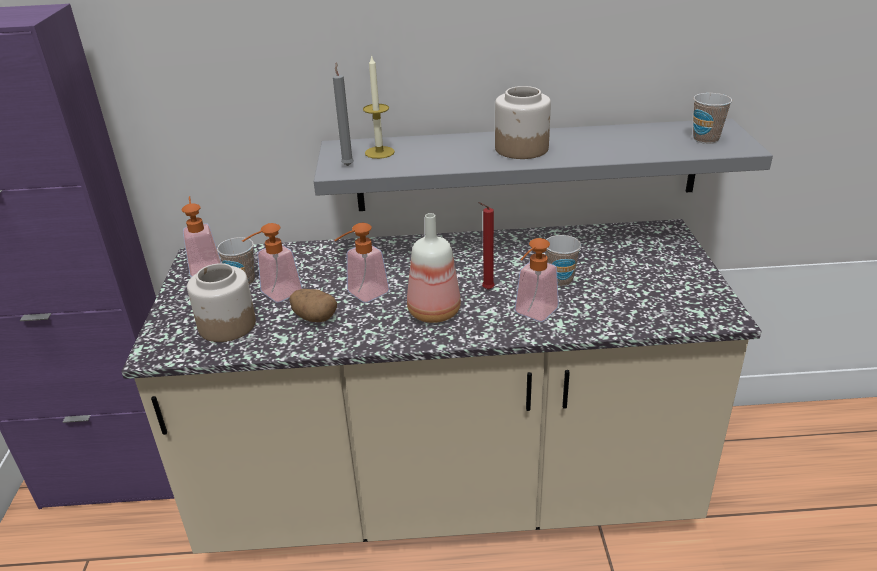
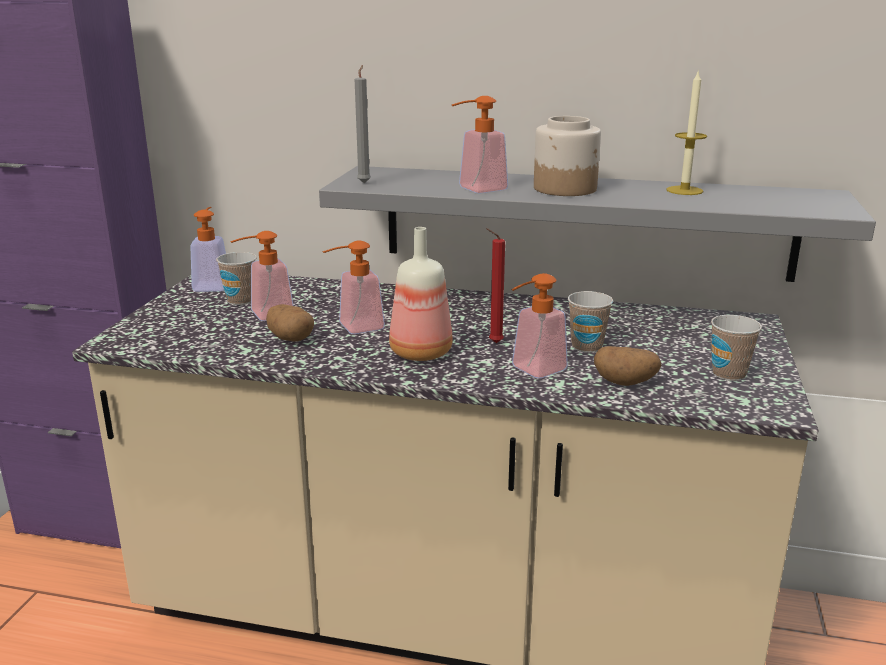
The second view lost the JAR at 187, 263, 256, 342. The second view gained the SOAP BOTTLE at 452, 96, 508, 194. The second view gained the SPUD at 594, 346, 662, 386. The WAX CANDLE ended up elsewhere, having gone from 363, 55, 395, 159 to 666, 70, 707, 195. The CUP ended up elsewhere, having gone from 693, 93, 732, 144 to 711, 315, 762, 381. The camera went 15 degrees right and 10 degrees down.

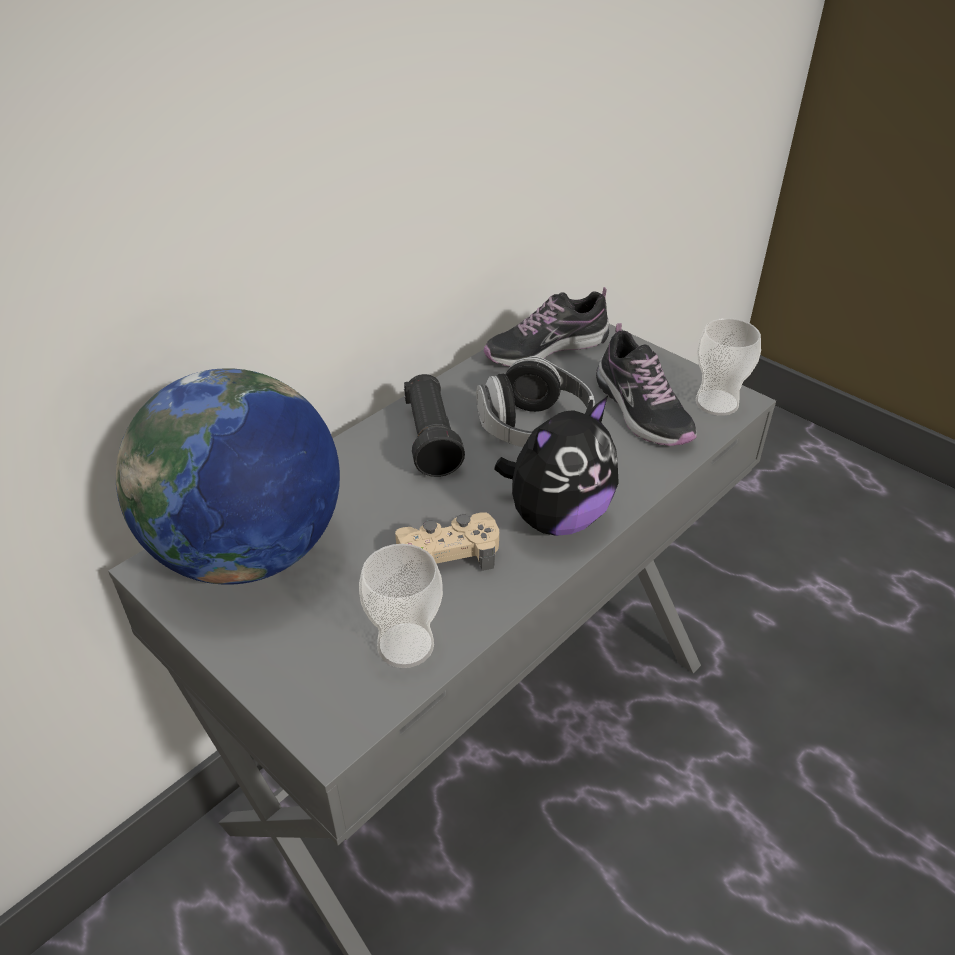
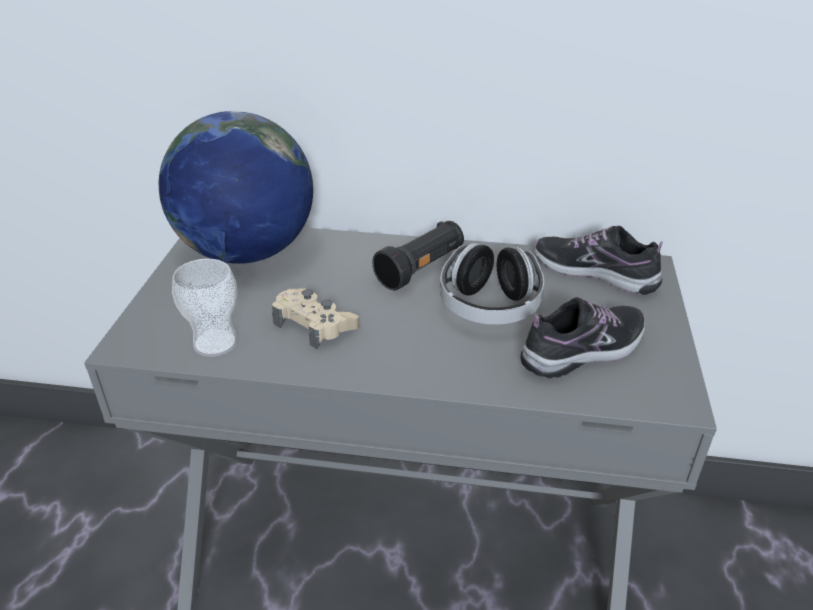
The second view lost the SOFT TOY at 494, 396, 619, 536. The second view lost the CUP at 696, 318, 761, 416. The ITEM OF FOOTWEAR at 596, 323, 697, 446 ended up facing another way, 150 degrees counterclockwise from before. The camera went 55 degrees right and 5 degrees down.

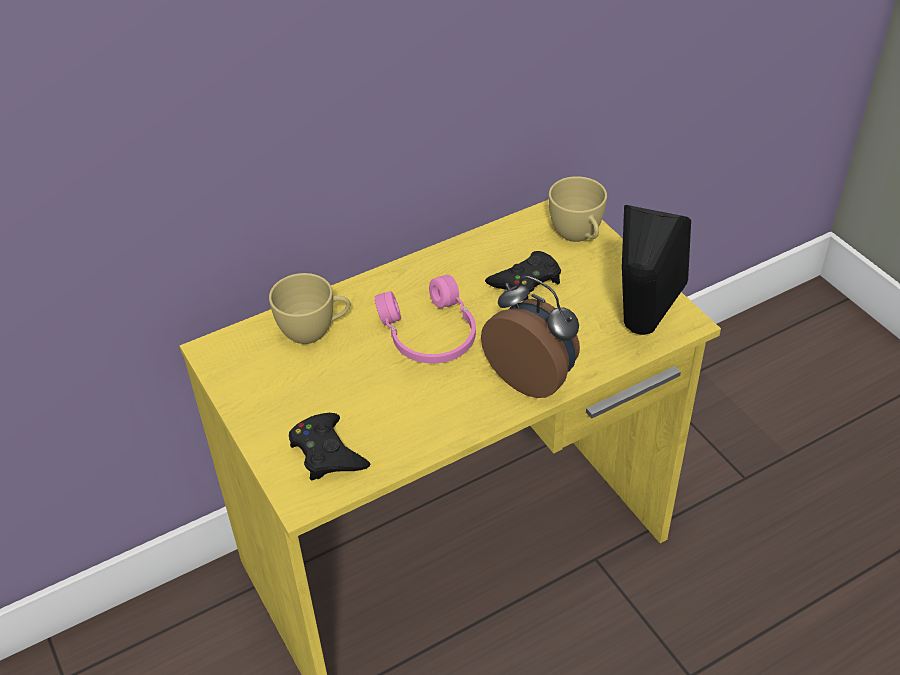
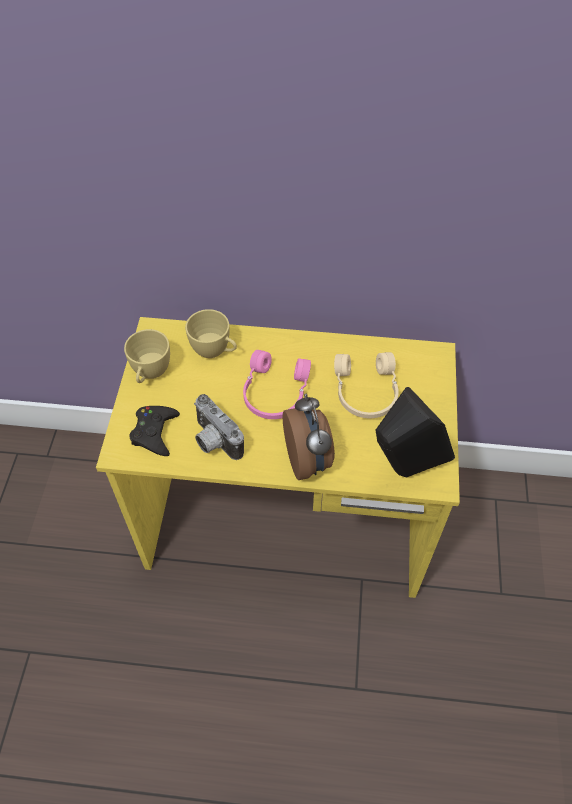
The second view gained the STILL CAMERA at 194, 394, 244, 460. The YELLOW-COLOURED CUP ended up elsewhere, having gone from 549, 176, 607, 242 to 124, 329, 170, 383. Where the BLACK JOYPAD stood at 485, 251, 561, 301, the SAND-COLOURED PAIR OF HEADPHONES came to stand at 334, 352, 399, 418. The camera went 35 degrees right and 10 degrees up.

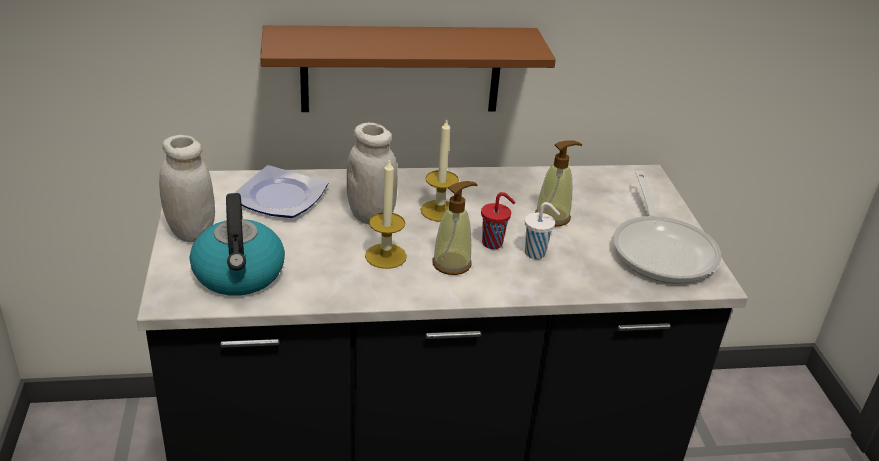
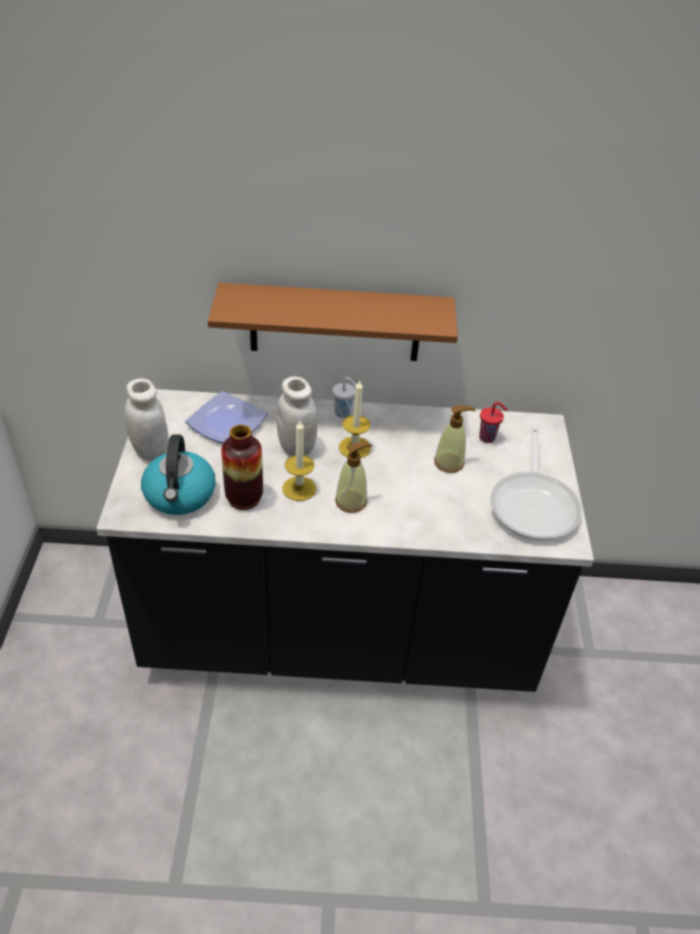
The second view gained the VASE at 221, 425, 263, 510. The RED CUP ended up elsewhere, having gone from 481, 192, 515, 249 to 479, 402, 508, 443. The WHITE-COLOURED CUP ended up elsewhere, having gone from 525, 202, 560, 259 to 332, 377, 356, 418. The camera went 10 degrees right and 10 degrees up.

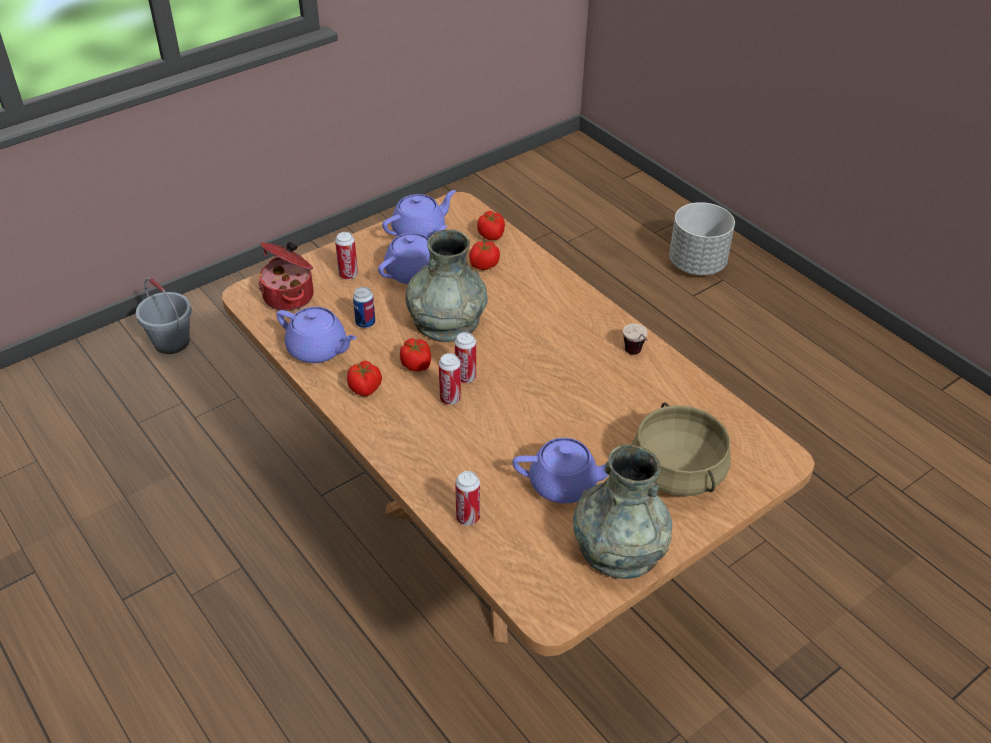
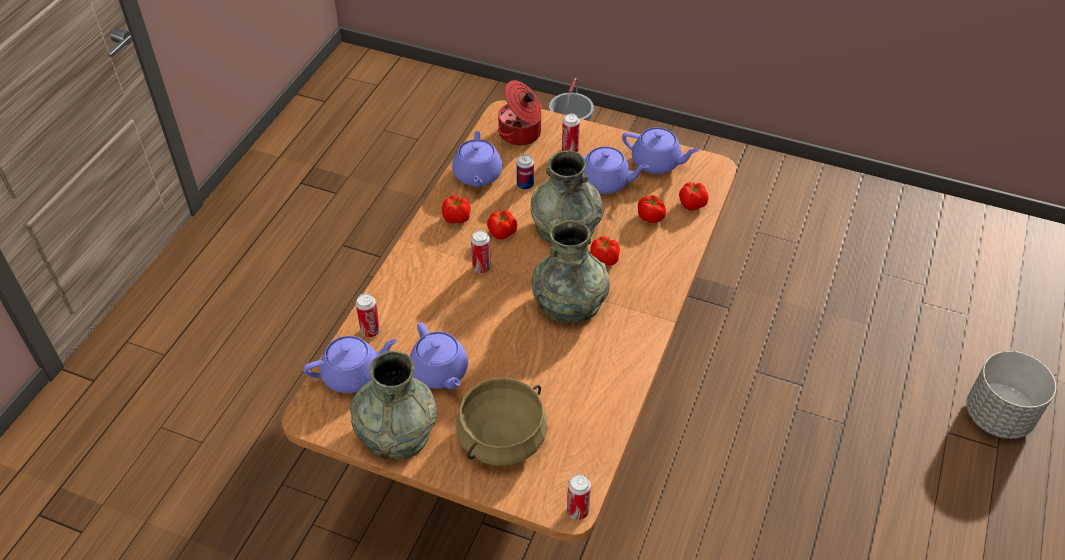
The second view lost the CUP at 623, 324, 648, 355. The second view gained the PURPLE TEAPOT at 303, 336, 397, 393. The second view gained the GREY VASE at 532, 220, 610, 323. The second view gained the TOMATO at 590, 236, 620, 266. The CAN ended up elsewhere, having gone from 455, 332, 476, 383 to 567, 474, 591, 520. The camera went 60 degrees right and 5 degrees up.

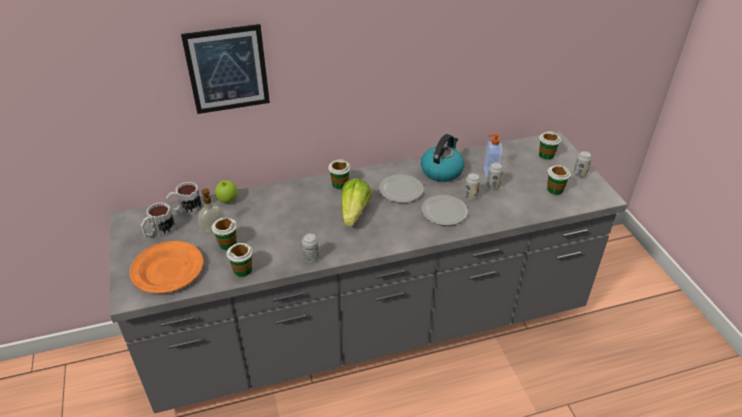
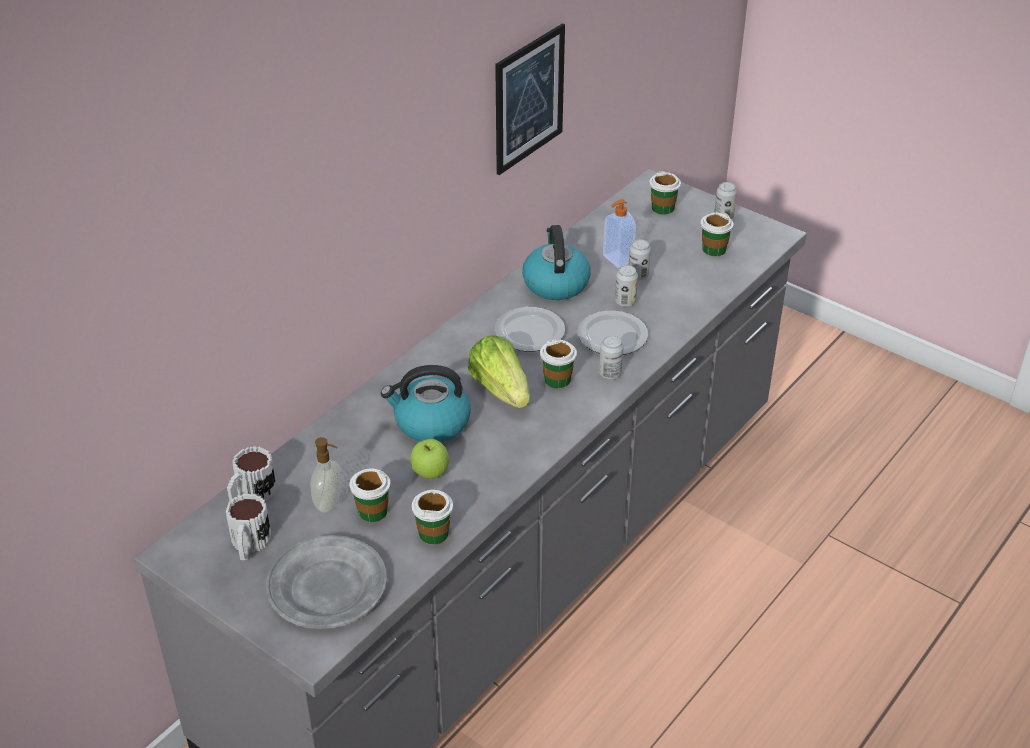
The second view gained the KETTLE at 381, 365, 471, 442. The WALL ART ended up elsewhere, having gone from 181, 24, 270, 114 to 495, 23, 565, 175. The APPLE FRUIT ended up elsewhere, having gone from 215, 180, 237, 203 to 410, 439, 449, 479. The CAN ended up elsewhere, having gone from 302, 233, 319, 263 to 599, 336, 624, 379. The CUP ended up elsewhere, having gone from 328, 159, 351, 189 to 540, 338, 577, 389. What was the ORANGEY FLAT DISH at 130, 241, 203, 294 turned into the GREY FLAT DISH at 266, 535, 387, 629. The camera went 35 degrees left and 0 degrees up.

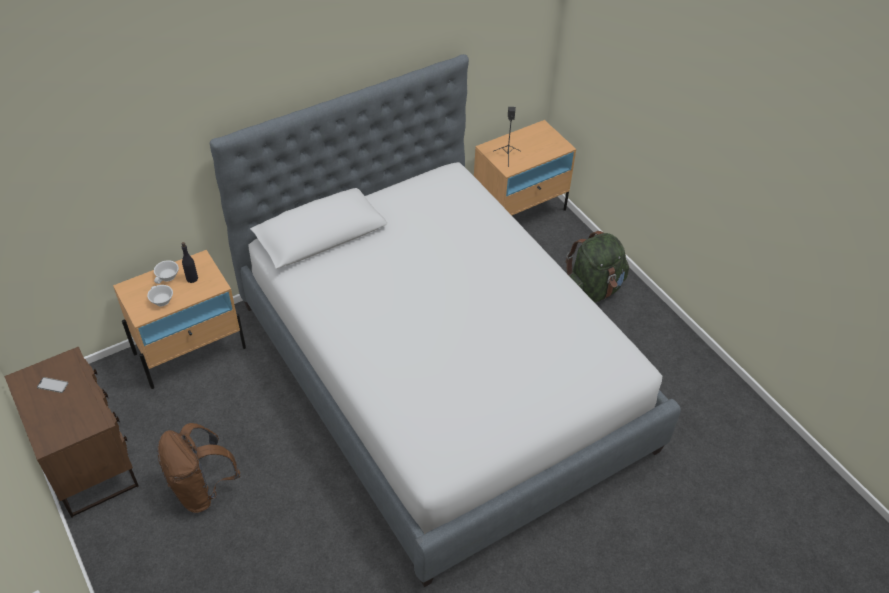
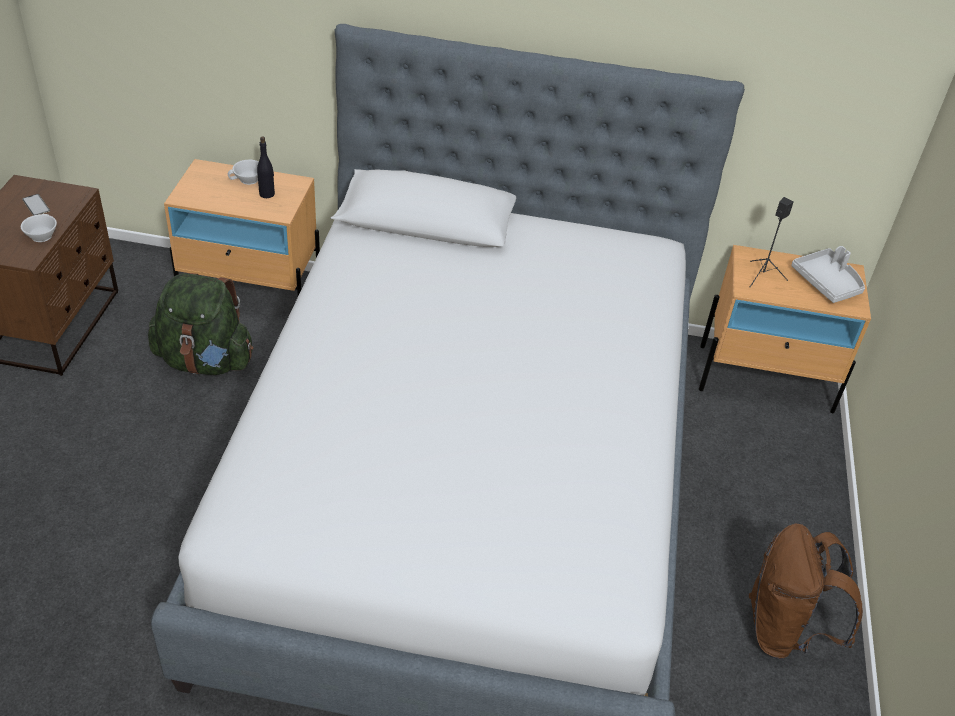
The second view gained the GREY SERVING TRAY at 791, 246, 865, 303. The WHITE-COLOURED CUP ended up elsewhere, having gone from 147, 285, 173, 306 to 21, 214, 57, 242. The BROWNISH RUCKSACK ended up elsewhere, having gone from 157, 423, 240, 513 to 749, 524, 863, 659. The GREENISH RUCKSACK ended up elsewhere, having gone from 566, 231, 629, 303 to 148, 273, 253, 375. The camera went 40 degrees right and 5 degrees down.

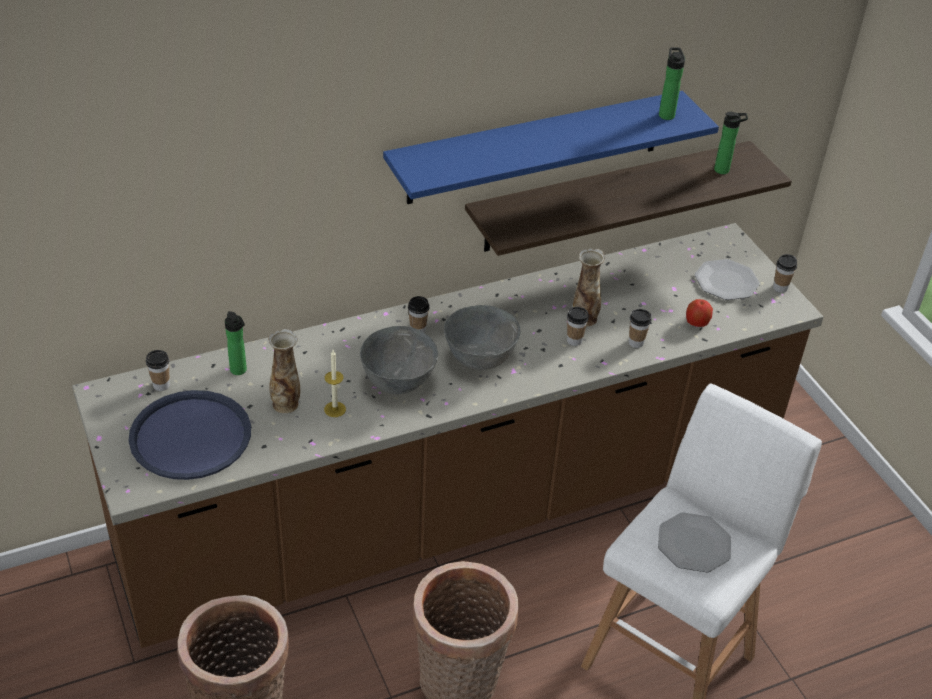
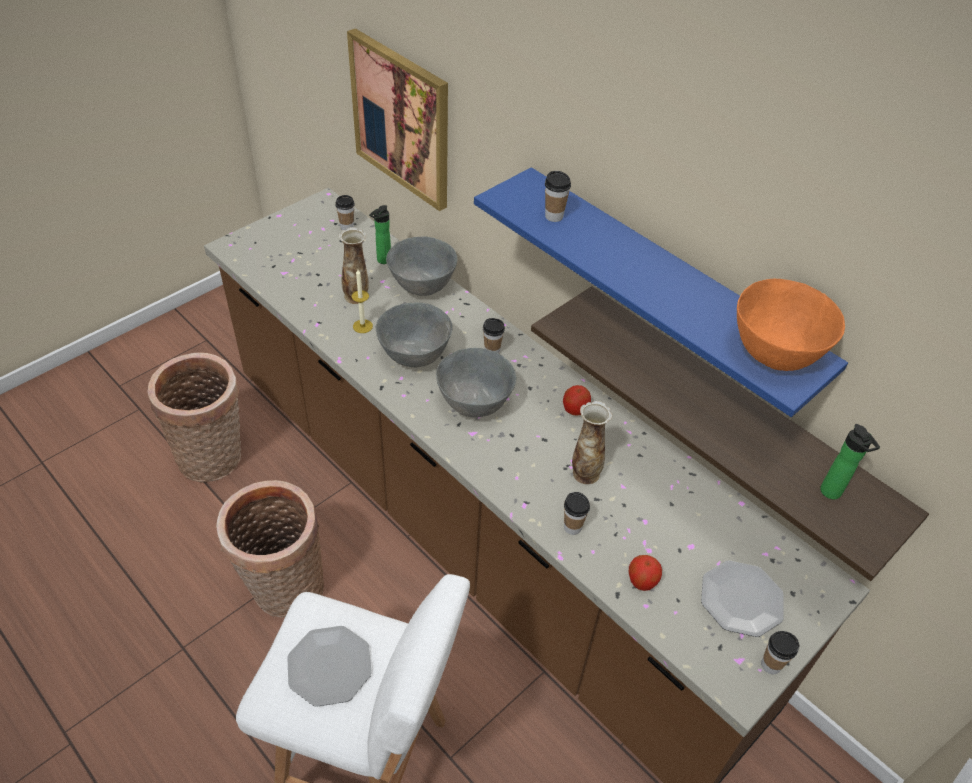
The second view lost the BLUISH SERVING TRAY at 128, 390, 251, 480. The second view gained the WALL ART at 347, 28, 448, 211. The second view gained the GREY SERVING BOWL at 386, 237, 457, 296. The second view gained the APPLE FRUIT at 563, 385, 591, 416. The CUP ended up elsewhere, having gone from 567, 307, 589, 346 to 545, 171, 571, 222. Where the BEVERAGE BOTTLE stood at 659, 47, 685, 120, the ORANGEY SERVING BOWL came to stand at 737, 279, 845, 371. The camera went 70 degrees right and 5 degrees up.

